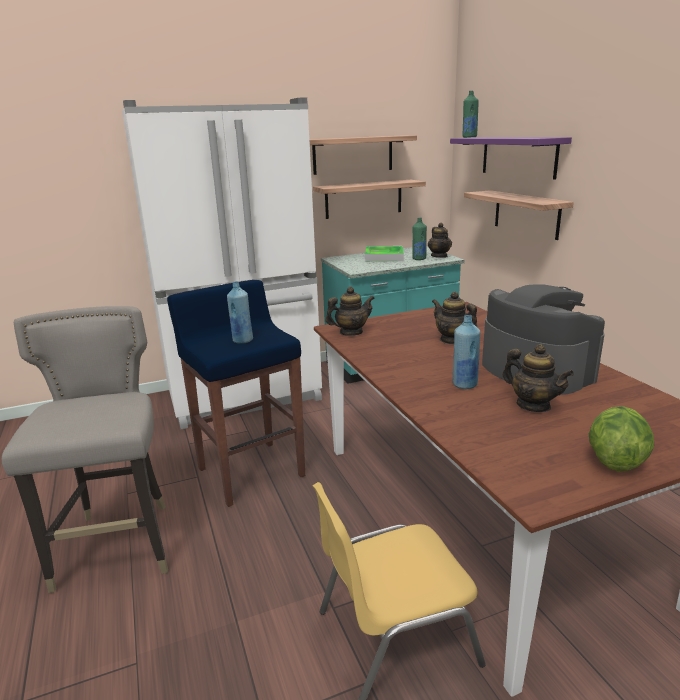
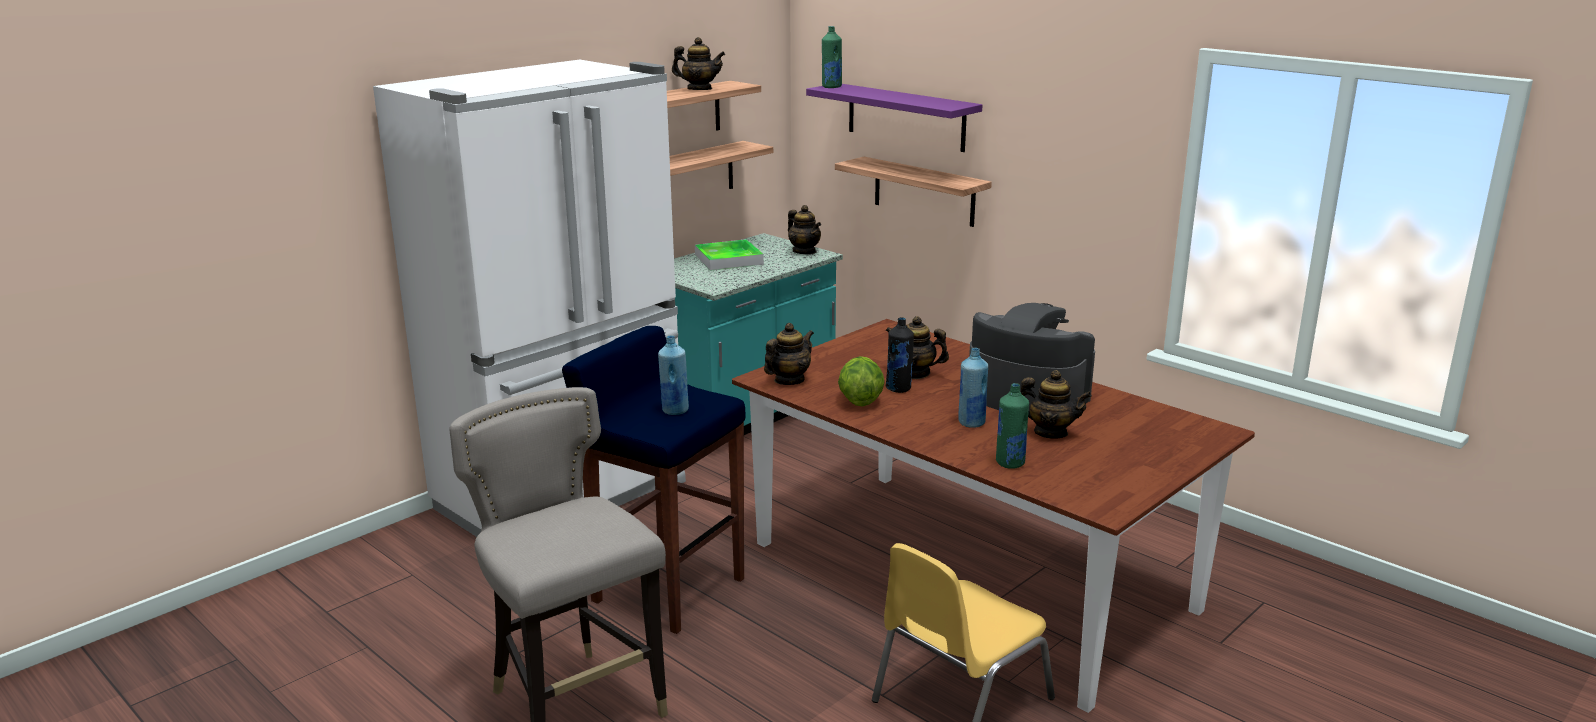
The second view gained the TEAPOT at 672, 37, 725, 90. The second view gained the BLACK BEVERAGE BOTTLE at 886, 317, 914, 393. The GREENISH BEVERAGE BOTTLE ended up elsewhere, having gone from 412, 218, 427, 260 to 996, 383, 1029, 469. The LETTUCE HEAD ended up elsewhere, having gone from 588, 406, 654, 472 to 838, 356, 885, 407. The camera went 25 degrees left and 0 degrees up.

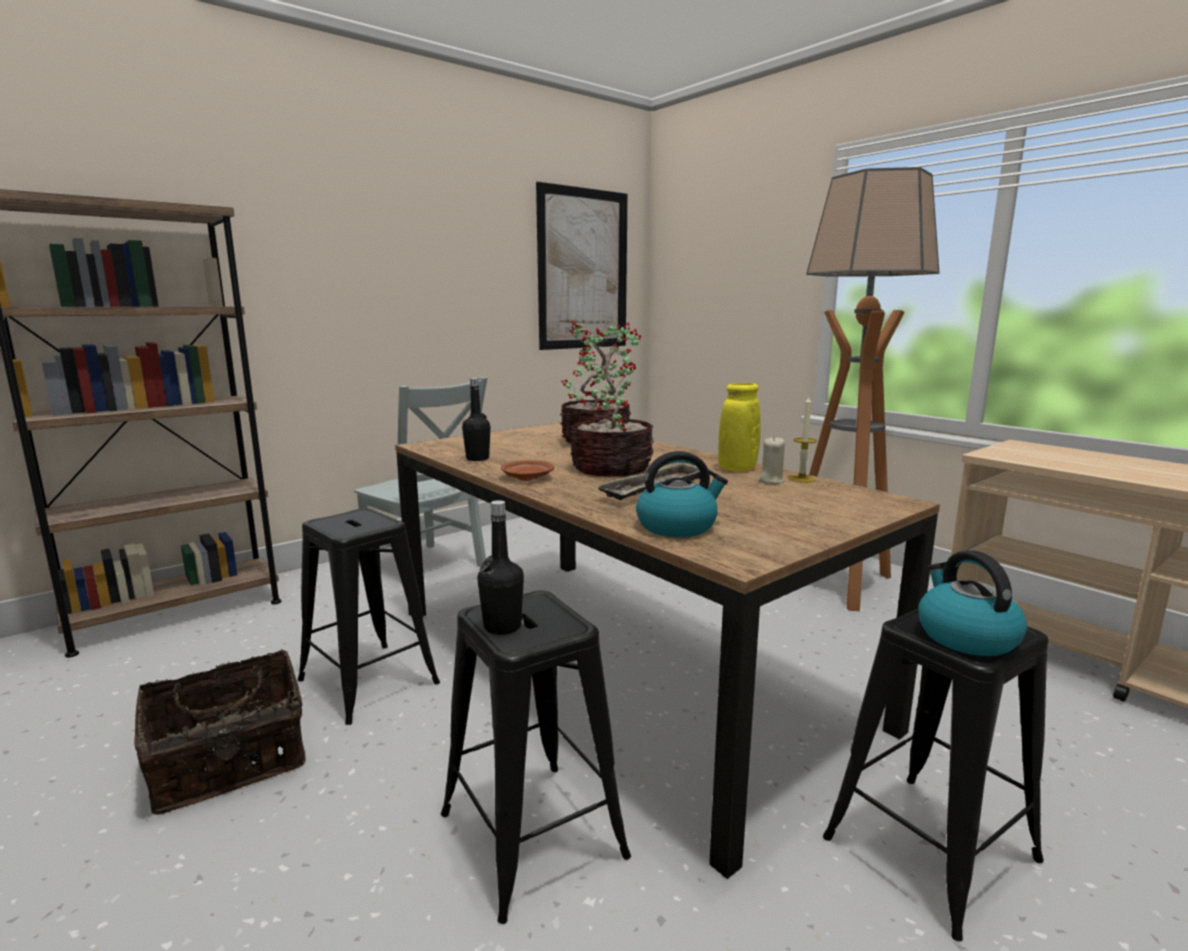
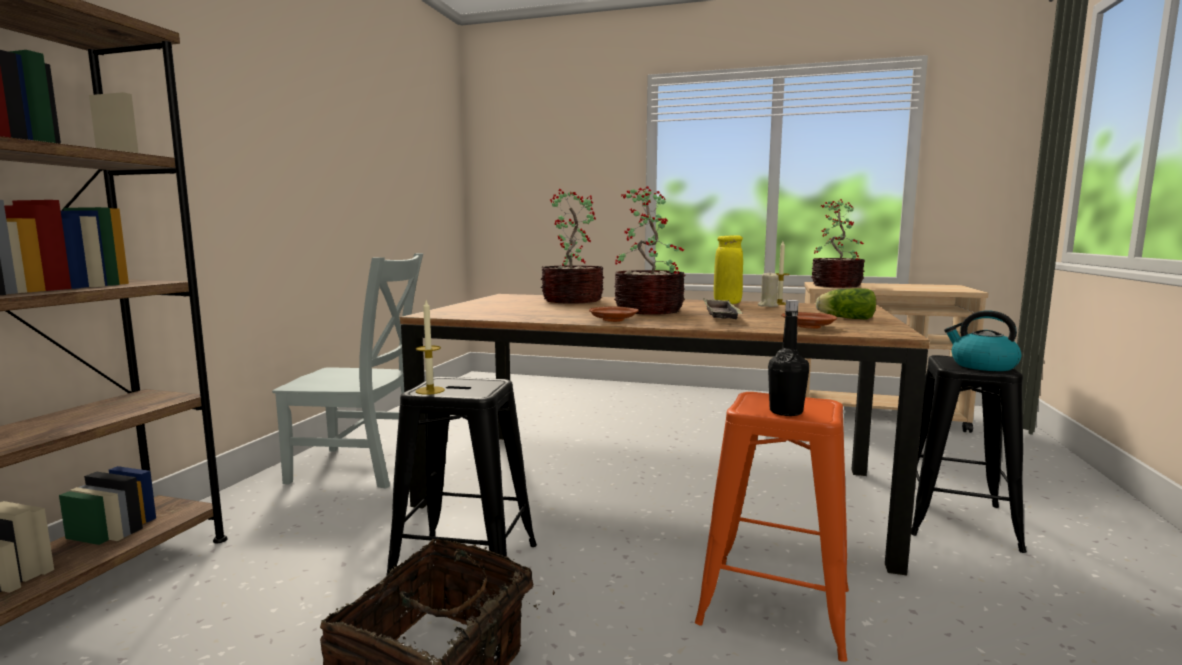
The second view lost the BLACK BEVERAGE BOTTLE at 462, 378, 491, 461. The second view lost the WALL ART at 536, 182, 628, 350. The second view lost the STANDING LAMP at 806, 167, 940, 611. The second view gained the WAX CANDLE at 416, 300, 445, 395. The second view gained the PLANT IN A POT at 811, 199, 865, 288. The second view gained the LETTUCE HEAD at 816, 288, 876, 320. Where the KETTLE stood at 636, 451, 728, 537, the BROWNISH FLAT DISH came to stand at 781, 312, 837, 329. What was the BLACK SITTING STOOL at 441, 590, 631, 924 turned into the ORANGEY SITTING STOOL at 695, 392, 849, 662. The camera went 35 degrees left and 5 degrees down.

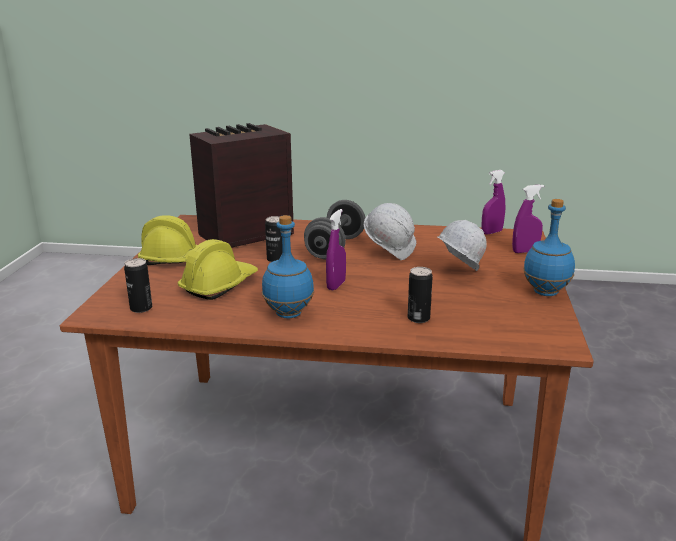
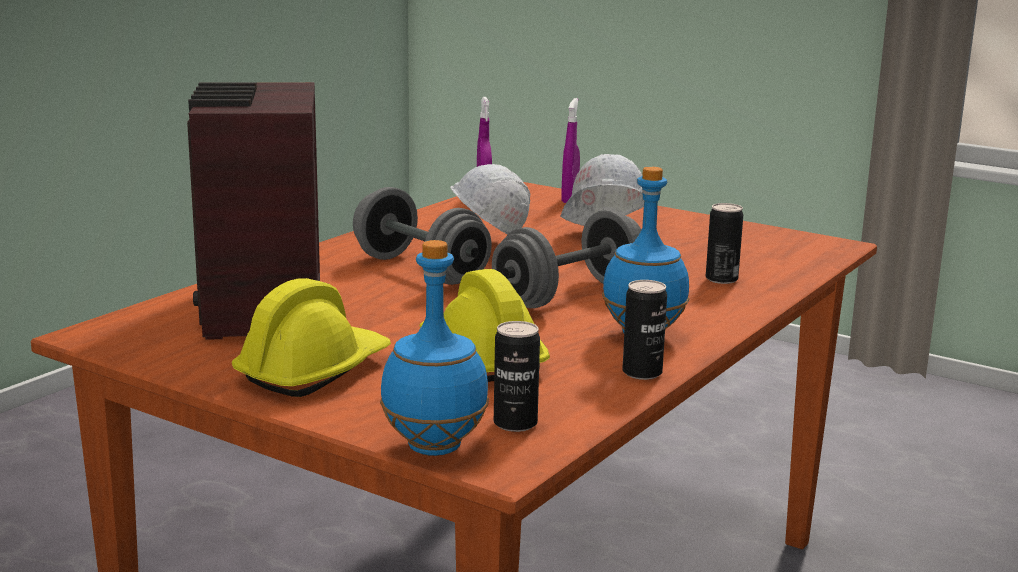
The CAN ended up elsewhere, having gone from 265, 216, 282, 262 to 622, 280, 667, 380. The BLUISH BEVERAGE BOTTLE ended up elsewhere, having gone from 523, 199, 575, 296 to 380, 240, 489, 456. Where the PURPLE HAND SPRAYER stood at 326, 209, 346, 290, the GREY HAND WEIGHT came to stand at 492, 209, 642, 308. The camera went 65 degrees left and 5 degrees down.

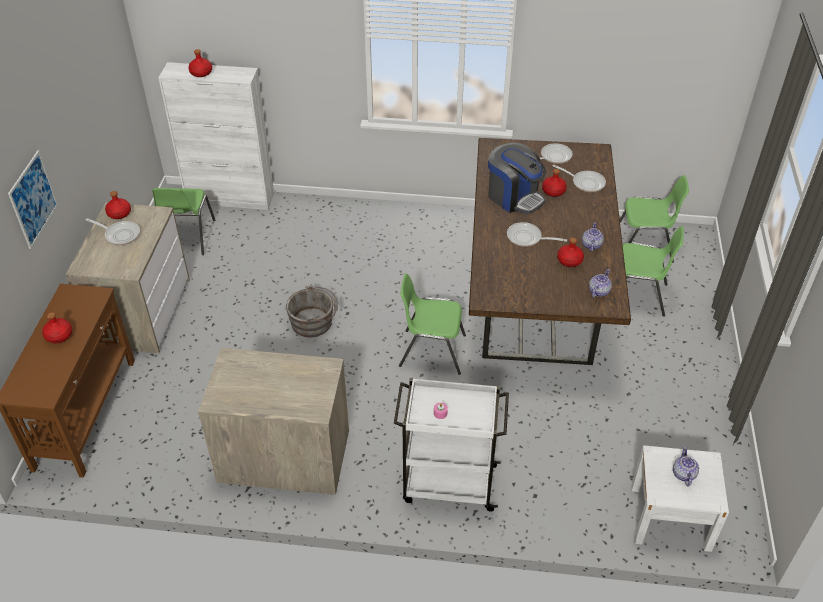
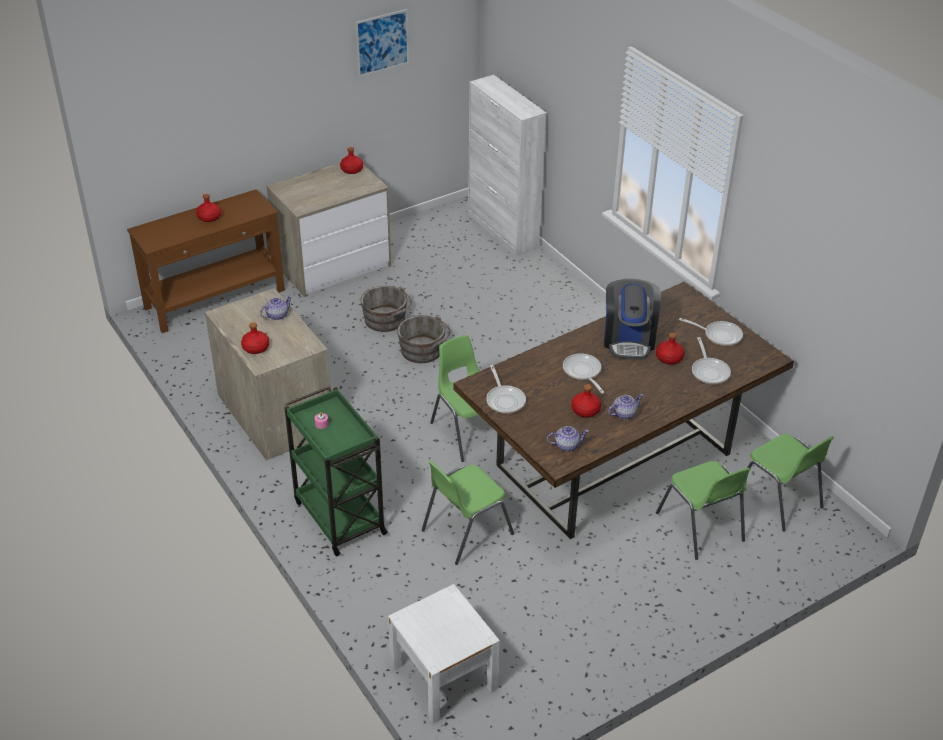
The second view gained the GREY WATER BUCKET at 361, 286, 412, 332. The WALL ART ended up elsewhere, having gone from 8, 150, 58, 249 to 355, 9, 409, 77. The PAN ended up elsewhere, having gone from 86, 218, 140, 245 to 486, 365, 526, 414. The GREENISH UPRIGHT CHAIR ended up elsewhere, having gone from 152, 188, 215, 255 to 422, 460, 514, 565. The RED BEVERAGE BOTTLE ended up elsewhere, having gone from 188, 49, 212, 77 to 241, 322, 270, 354. The TEAPOT ended up elsewhere, having gone from 673, 447, 699, 487 to 260, 296, 292, 320. What was the WHITE-COLOURED WHEELED CART at 394, 378, 509, 512 turned into the GREENISH WHEELED CART at 284, 386, 388, 557. The camera went 50 degrees right and 5 degrees down.

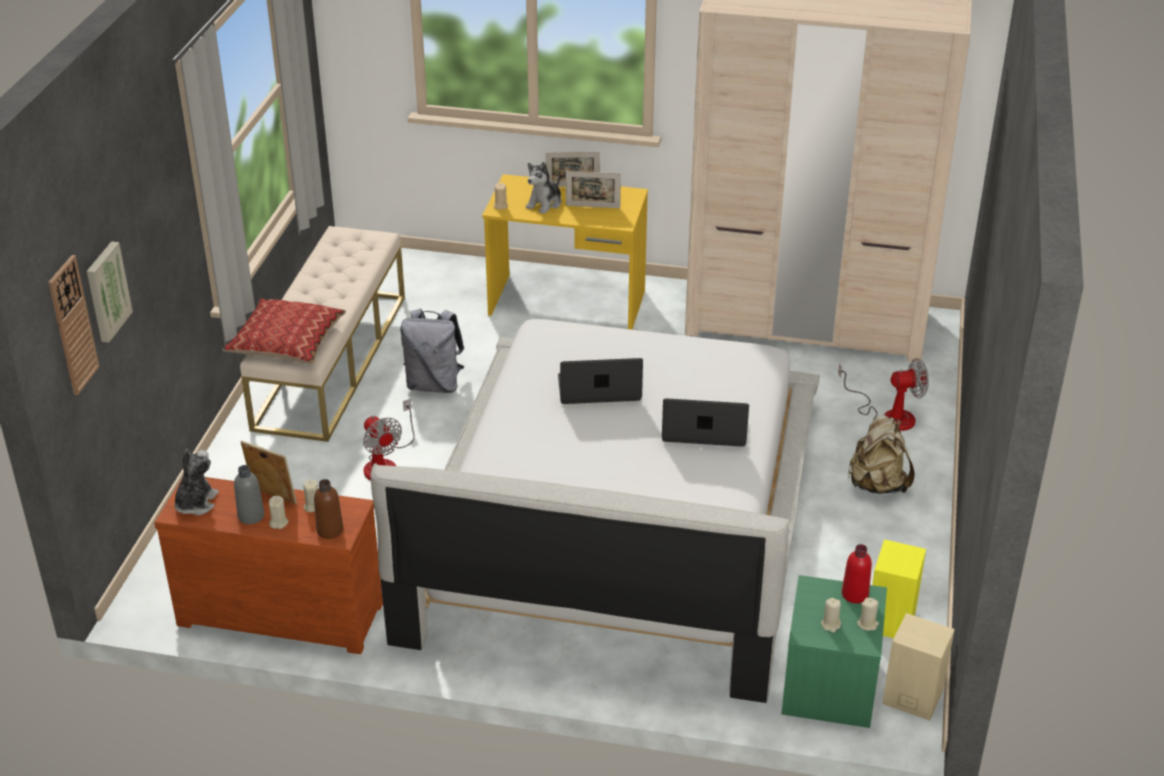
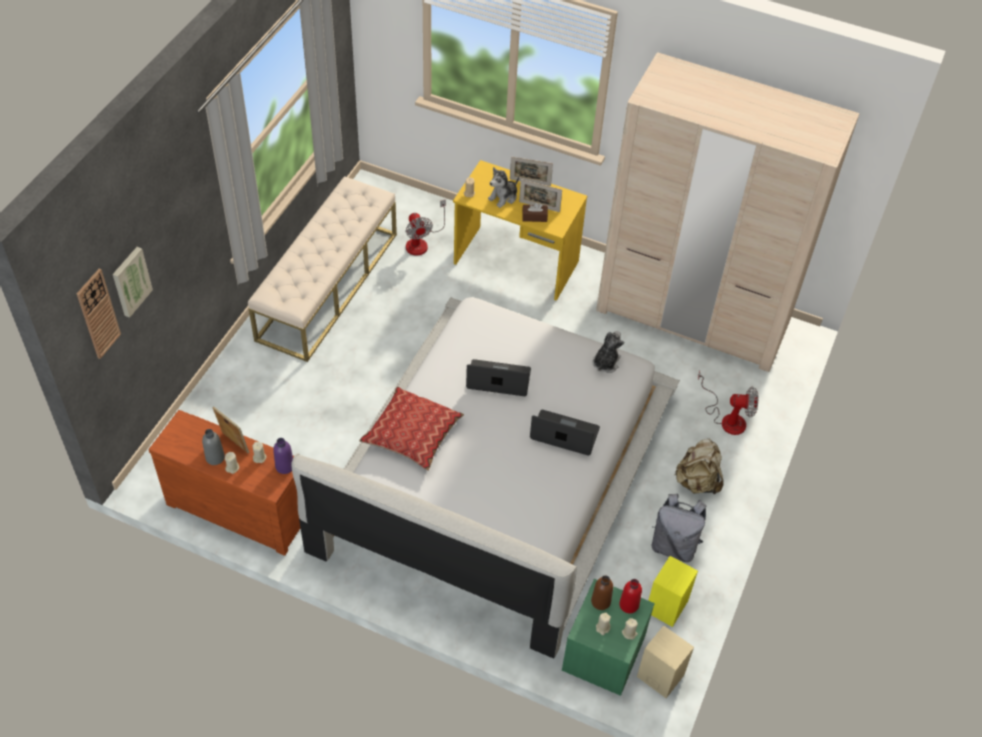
The second view gained the PURPLE BEVERAGE BOTTLE at 273, 438, 293, 474. The second view gained the BROWNISH TISSUE BOX at 522, 203, 548, 222. The SOFT TOY ended up elsewhere, having gone from 174, 449, 219, 515 to 592, 331, 624, 373. The THROW PILLOW ended up elsewhere, having gone from 222, 298, 346, 364 to 359, 387, 464, 471. The BROWNISH BEVERAGE BOTTLE ended up elsewhere, having gone from 314, 479, 344, 539 to 591, 575, 613, 610. The COOLING FAN ended up elsewhere, having gone from 363, 399, 415, 480 to 405, 200, 446, 256. The GREY RUCKSACK ended up elsewhere, having gone from 400, 309, 464, 393 to 652, 494, 707, 562. The camera went 10 degrees right and 15 degrees up.

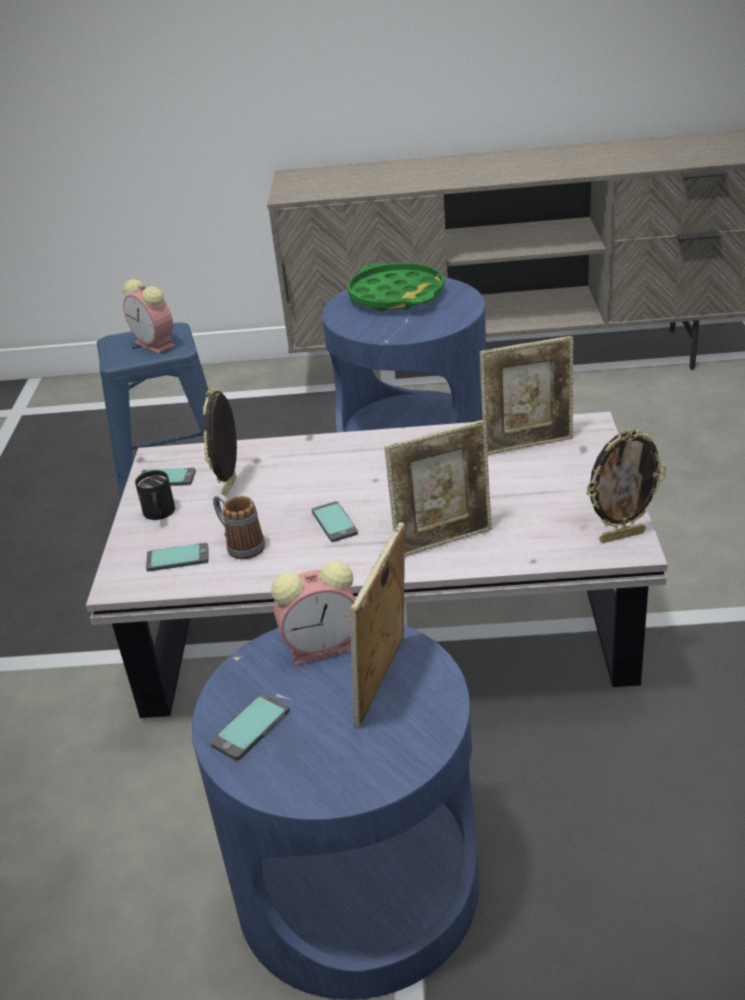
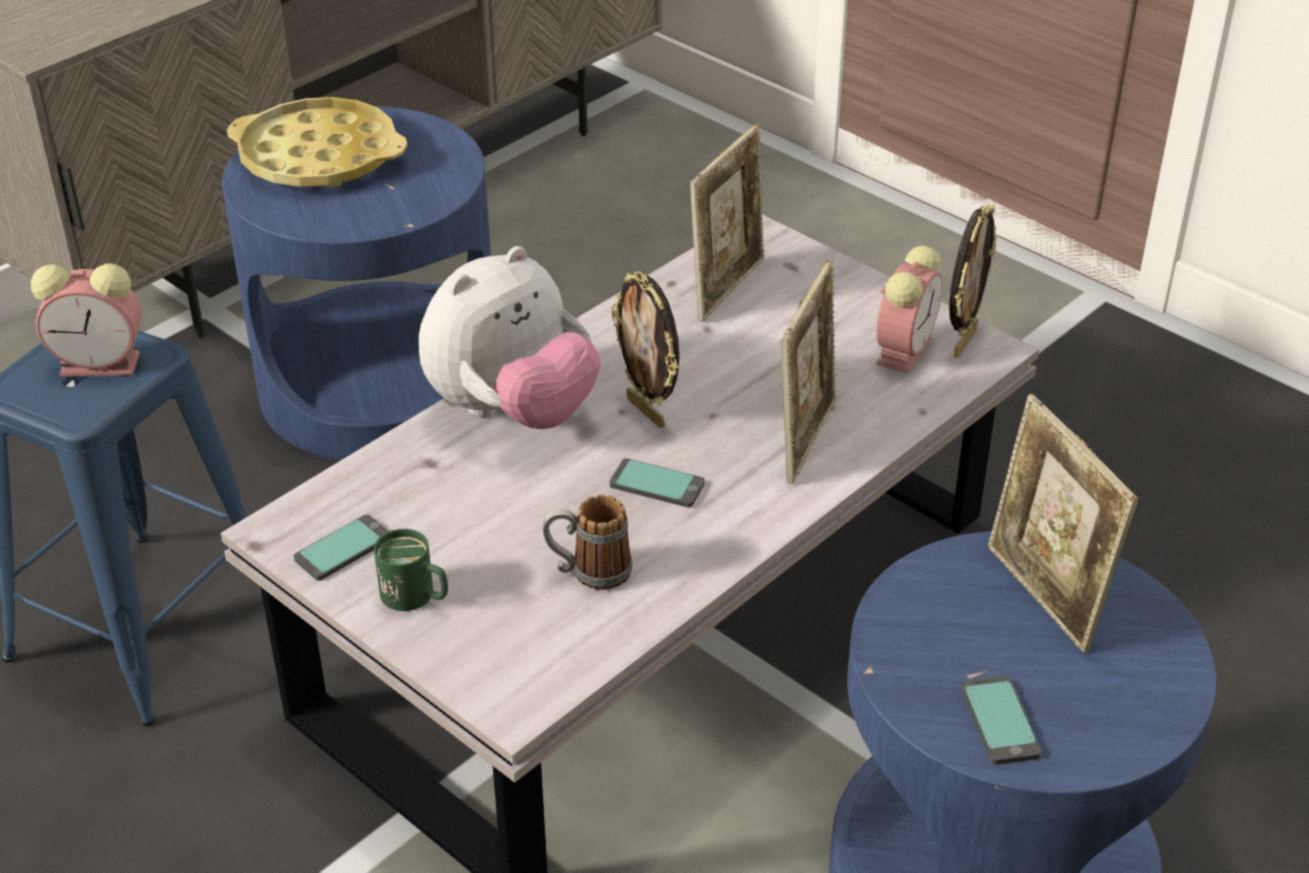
The second view lost the PHONE at 146, 543, 208, 571. The second view gained the SOFT TOY at 419, 246, 601, 429. The PHOTO FRAME ended up elsewhere, having gone from 203, 388, 237, 496 to 611, 271, 680, 428. The TABLE CLOCK ended up elsewhere, having gone from 271, 561, 355, 666 to 876, 246, 943, 374. What was the BLACK MUG at 135, 470, 175, 520 turned into the GREENISH MUG at 374, 529, 448, 611. What was the GREENISH SERVING TRAY at 347, 263, 445, 311 turned into the YELLOW-COLOURED SERVING TRAY at 227, 97, 408, 188. The camera went 50 degrees left and 5 degrees up.

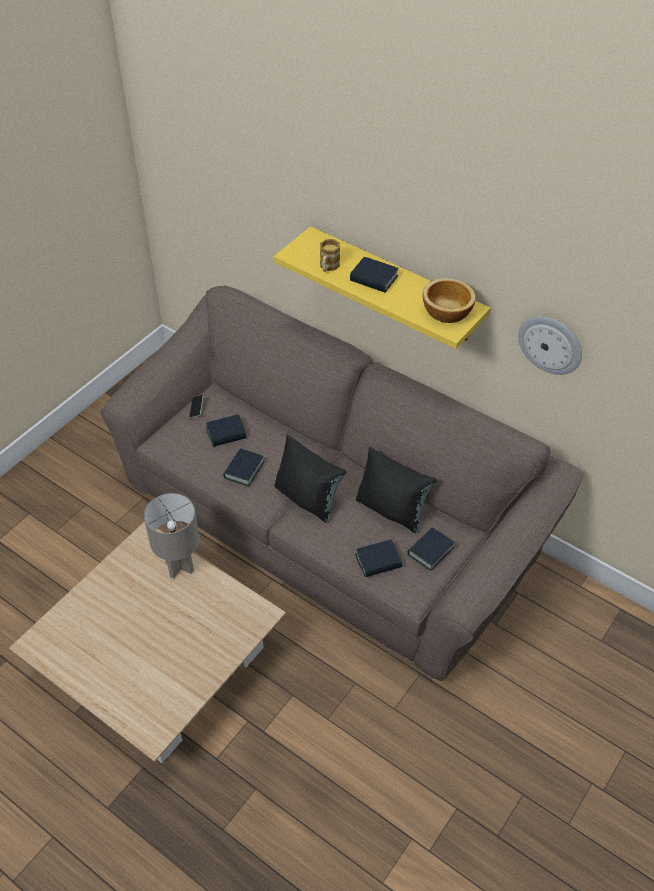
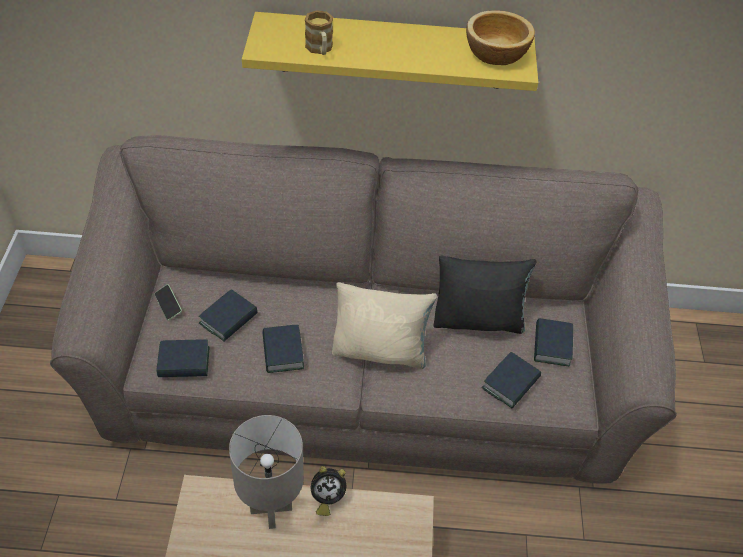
The second view lost the WALL CLOCK at 518, 316, 582, 375. The second view gained the TABLE CLOCK at 311, 466, 346, 516. The VOLUME ended up elsewhere, having gone from 350, 257, 399, 292 to 156, 339, 209, 377. What was the BLACK THROW PILLOW at 274, 435, 346, 523 turned into the SAND-COLOURED THROW PILLOW at 332, 282, 437, 369. The camera went 35 degrees left and 0 degrees up.

